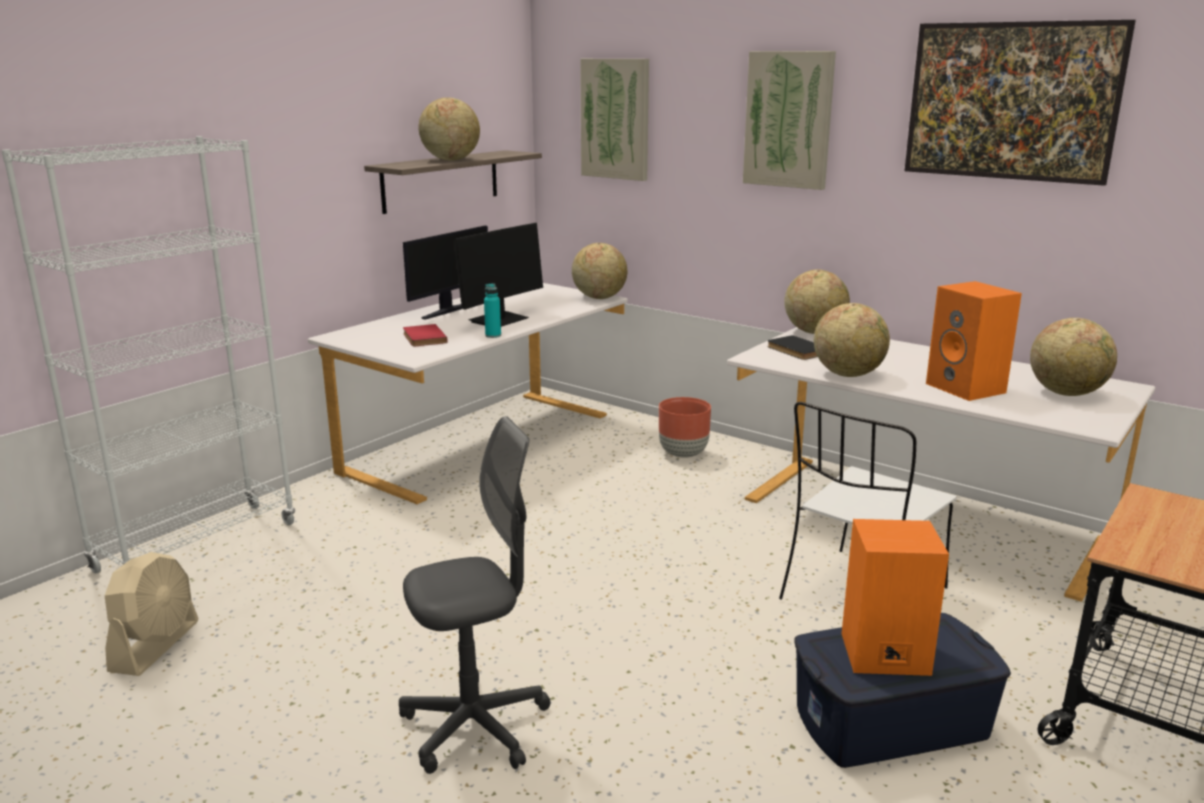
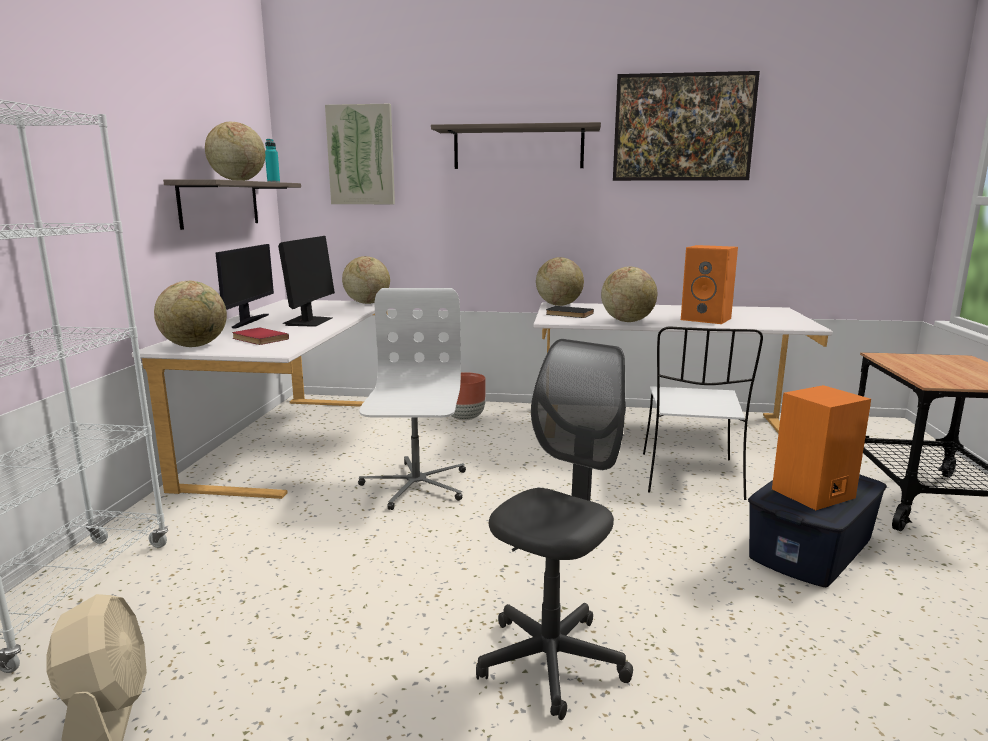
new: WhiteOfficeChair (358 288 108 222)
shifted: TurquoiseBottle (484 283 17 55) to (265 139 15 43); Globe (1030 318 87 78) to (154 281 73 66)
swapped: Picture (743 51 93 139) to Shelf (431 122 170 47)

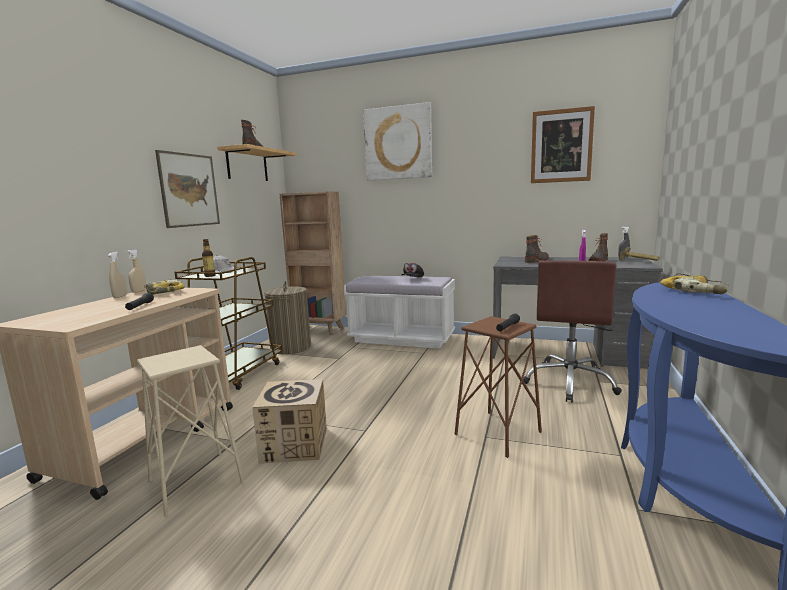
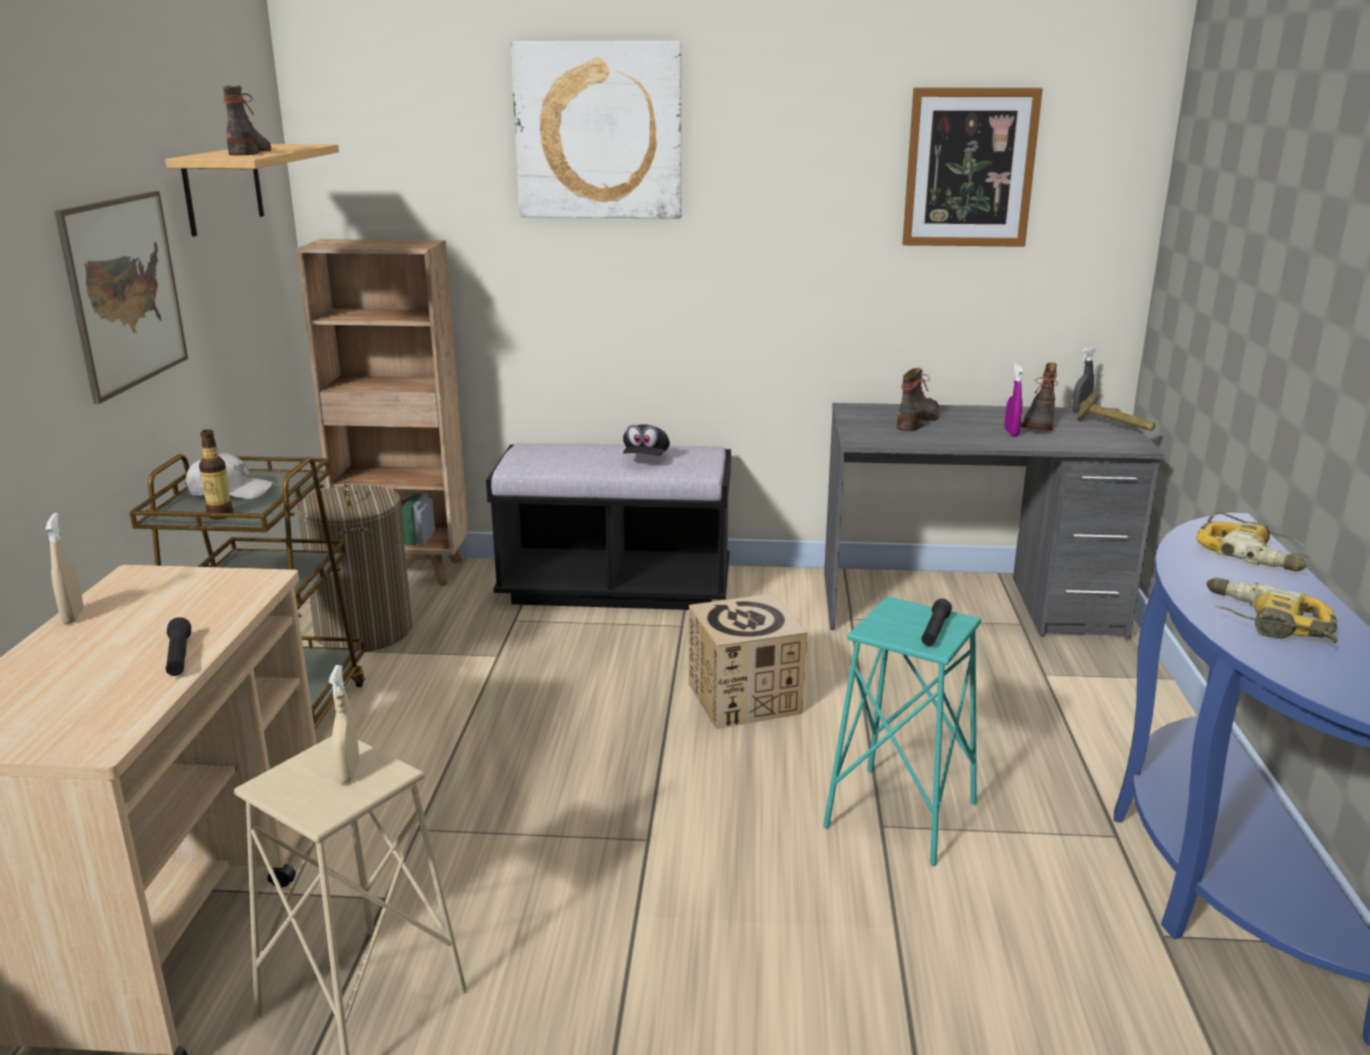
gone: BrownOfficeChair (523 260 99 142)
shifted: BeigeSprayBottle (126 249 20 44) to (329 665 30 118); PowerDrill (144 279 41 16) to (1206 578 131 65); CardboardBox (252 379 75 85) to (689 594 119 135)
repainted: WhiteBench (344 276 111 73) to BlackBench (486 443 245 167); BrownStool (454 316 88 142) to TurquoiseStool (823 596 158 270)

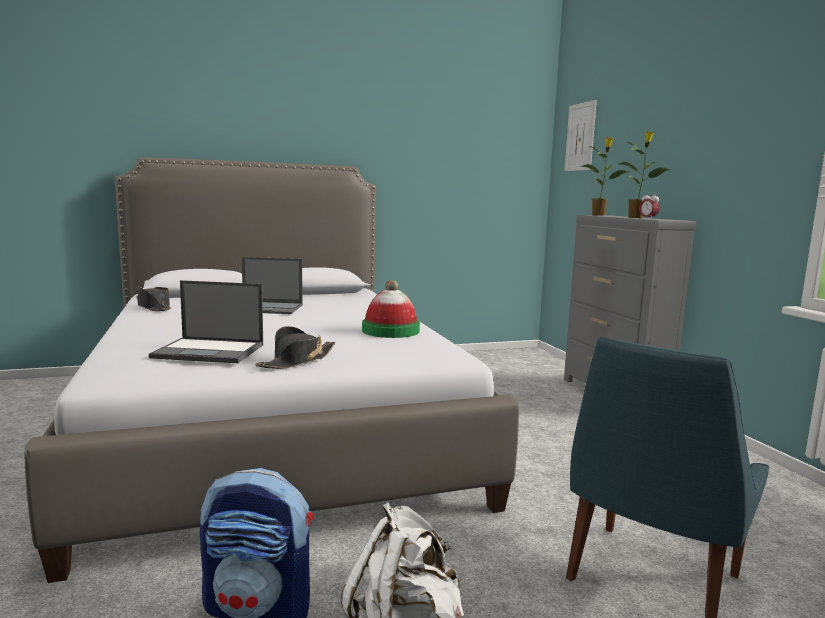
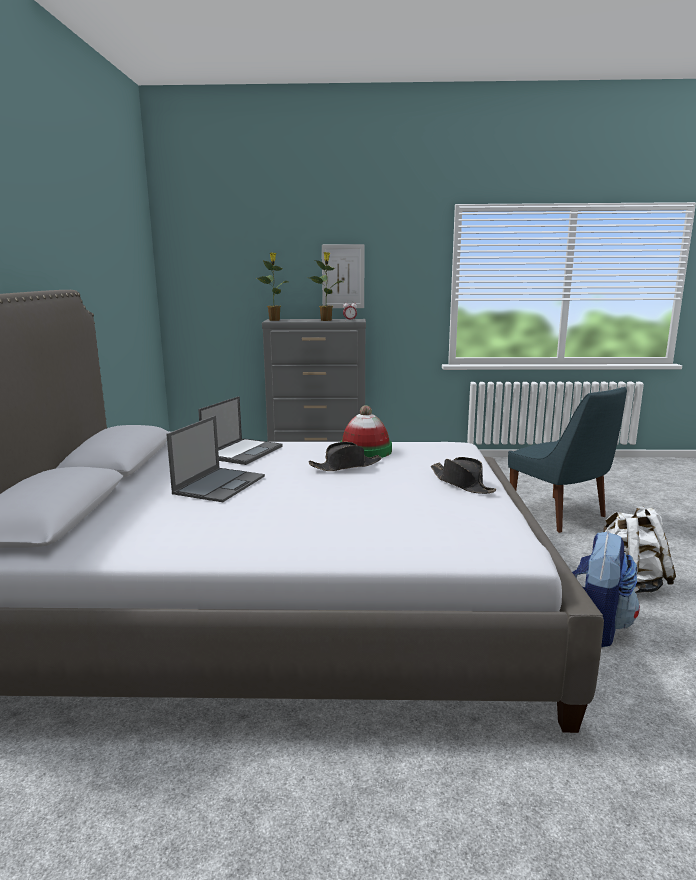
shifted: BlackHat (137 286 34 25) to (309 442 73 29); Laptop (149 280 114 83) to (198 396 85 69); Picture (564 100 33 71) to (322 244 42 64)

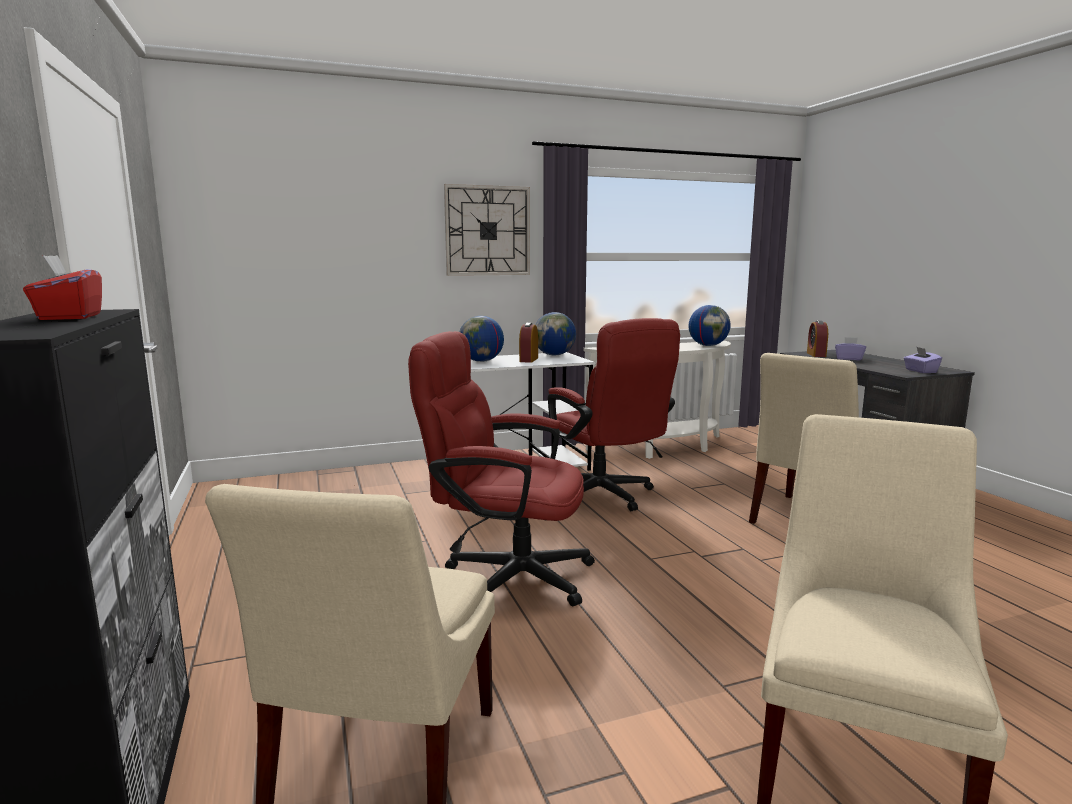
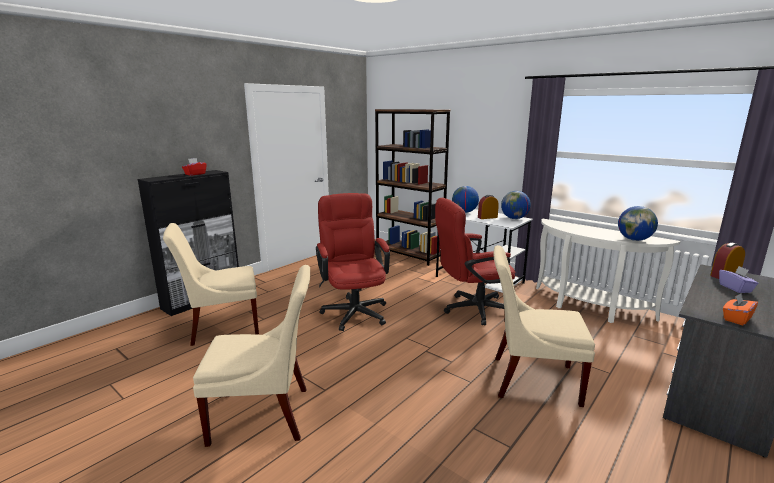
gone: WallClock (444 184 86 92)
new: BrownBookcase (375 109 76 157)
repainted: PurpleTissueBox (904 347 38 26) to OrangeTissueBox (723 293 35 32)
rotated: RedOfficeChair (548 318 132 193) = (435 198 81 127) 45 degrees clockwise

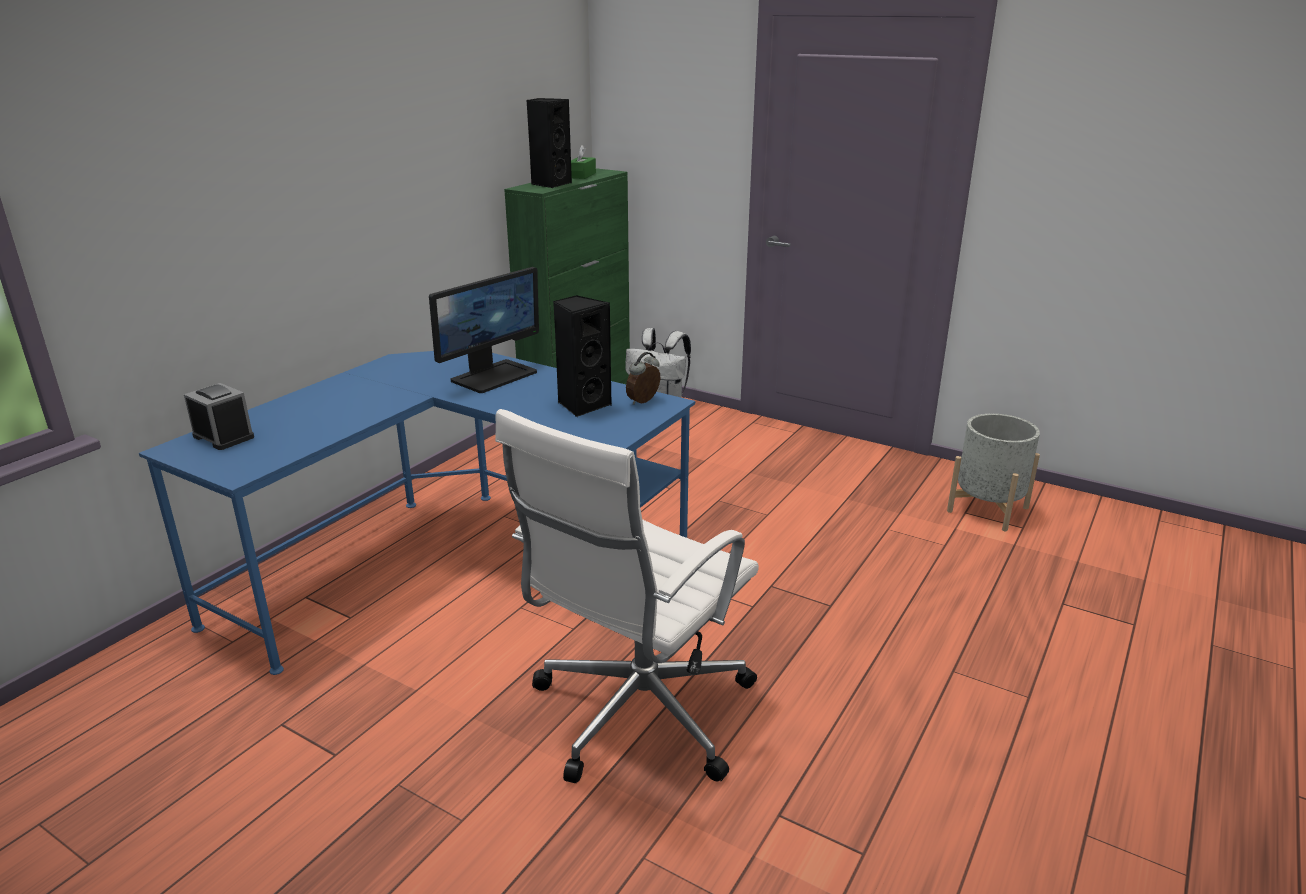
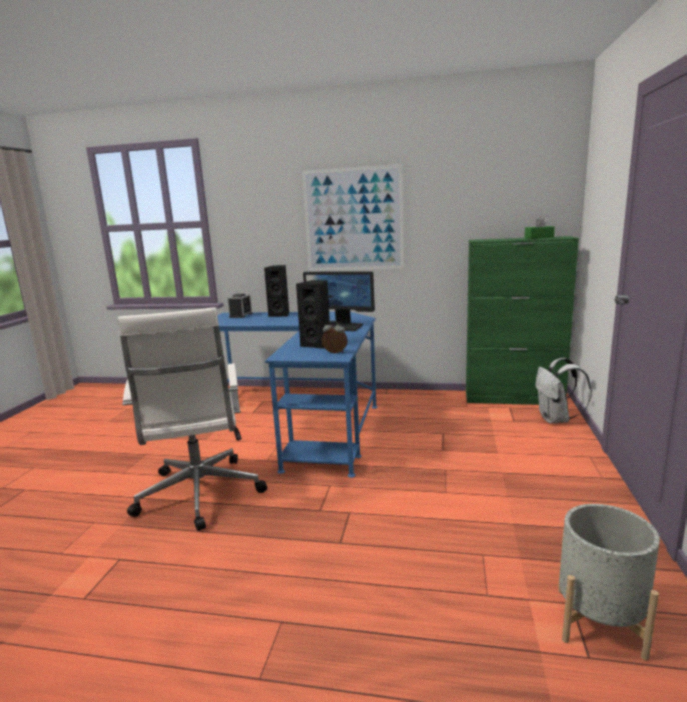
new: Picture (302 164 102 107)
shifted: BlackSpeaker (526 98 46 90) to (264 265 26 52)
rotated: WhiteOfficeChair (495 409 264 374) = (117 307 150 224) 120 degrees counterclockwise

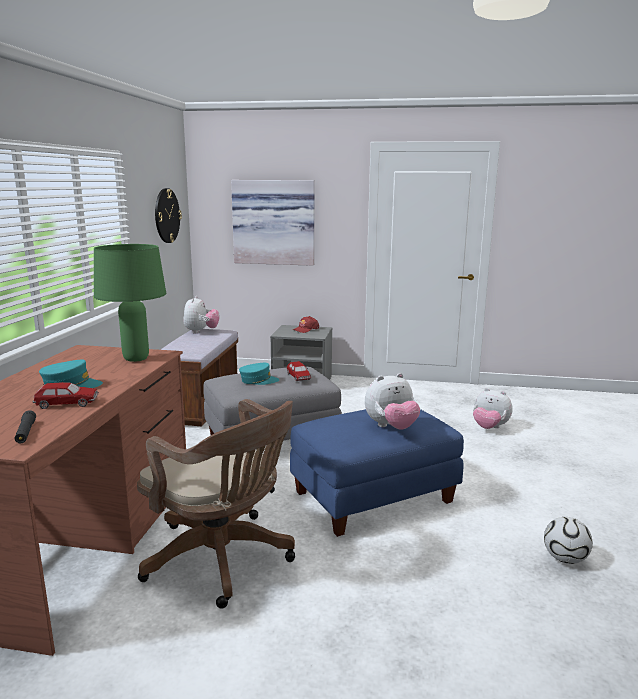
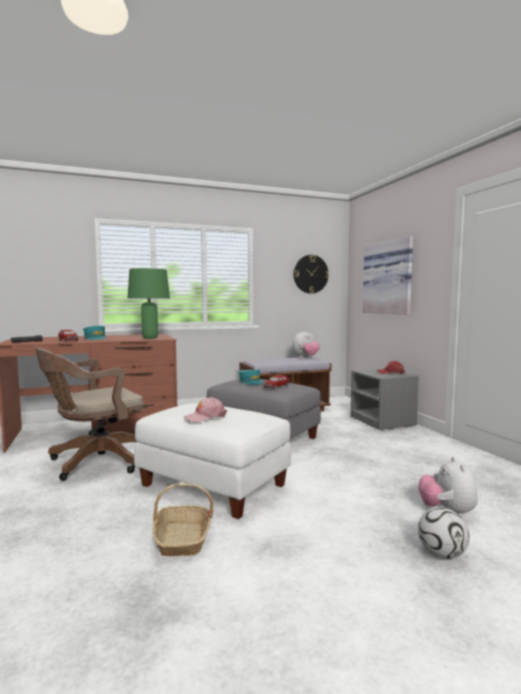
new: Basket (152 483 62 73)
shifted: Football (544 517 49 47) to (418 507 51 52)
swapped: PlushToy (365 373 55 57) to PinkCap (184 397 43 26)
repainted: BlueOttoman (290 409 174 128) to WhiteOttoman (134 403 157 116)
rotated: BrownOfficeChair (137 399 158 210) = (35 348 109 133) 45 degrees clockwise

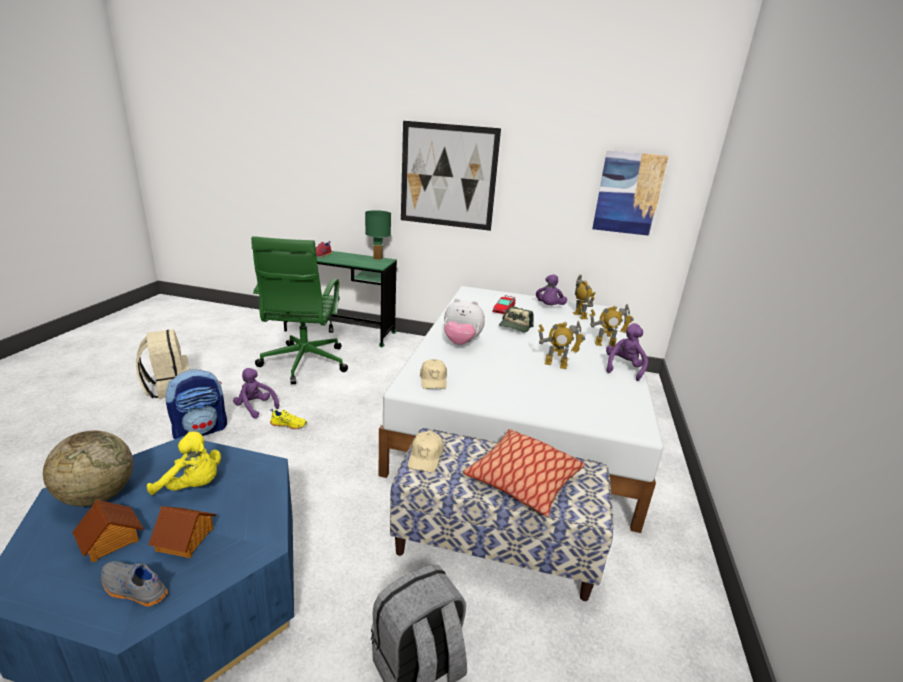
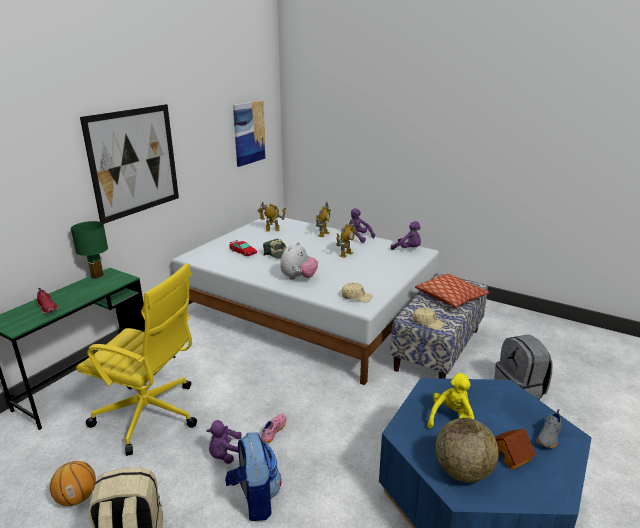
gone: ToyHouse (148 506 68 52)
new: Basketball (50 461 46 45)
shifted: PurplePlushToy (536 274 31 31) to (391 221 30 29)
repainted: GreenOfficeChair (251 236 97 149) to YellowOfficeChair (76 263 121 193); YellowShoe (270 409 37 21) to PinkShoe (261 414 25 29)

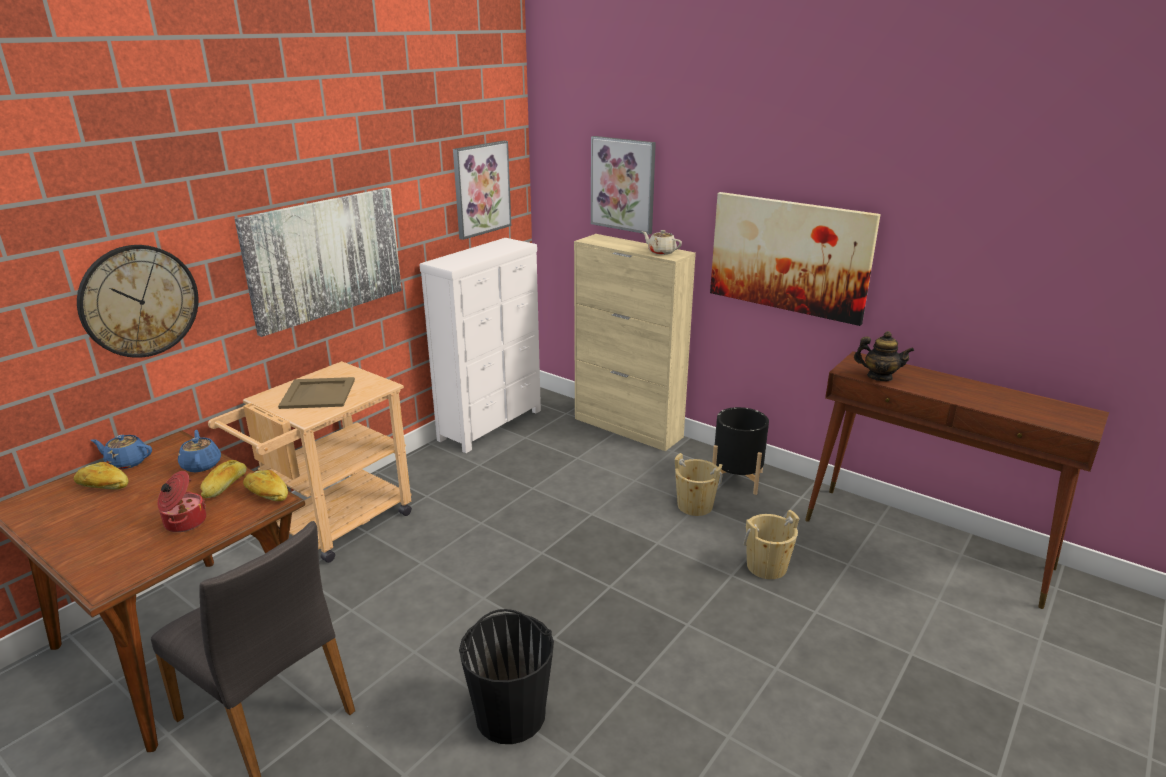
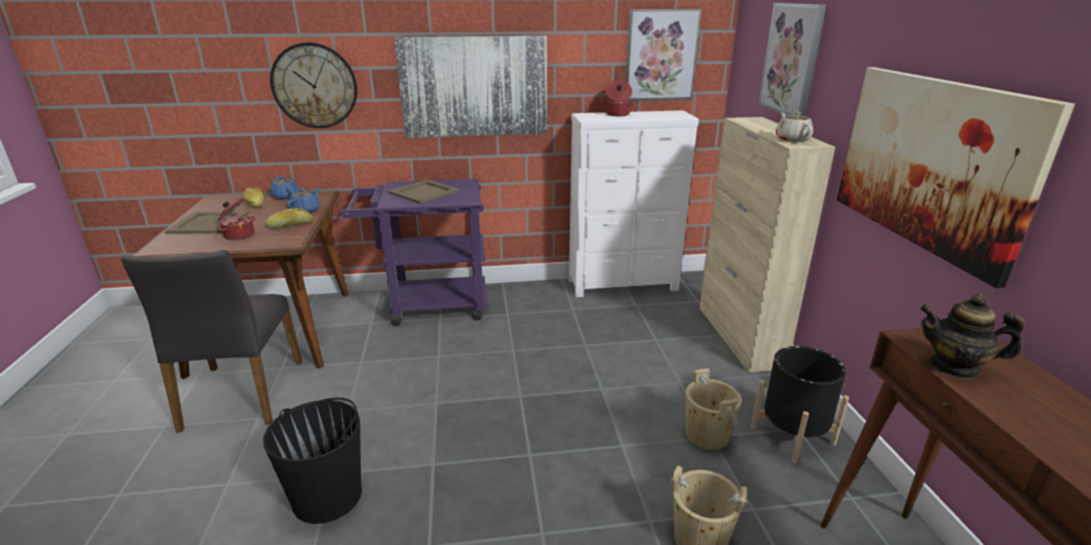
gone: Bread (243 470 45 31)
new: BeigeTray (165 211 84 23); CookingPot (602 80 33 36)
repainted: BeigeCart (208 361 204 202) to PurpleCart (340 179 147 147)
rotated: Teapot (854 331 60 50) = (920 294 105 85) 135 degrees clockwise

